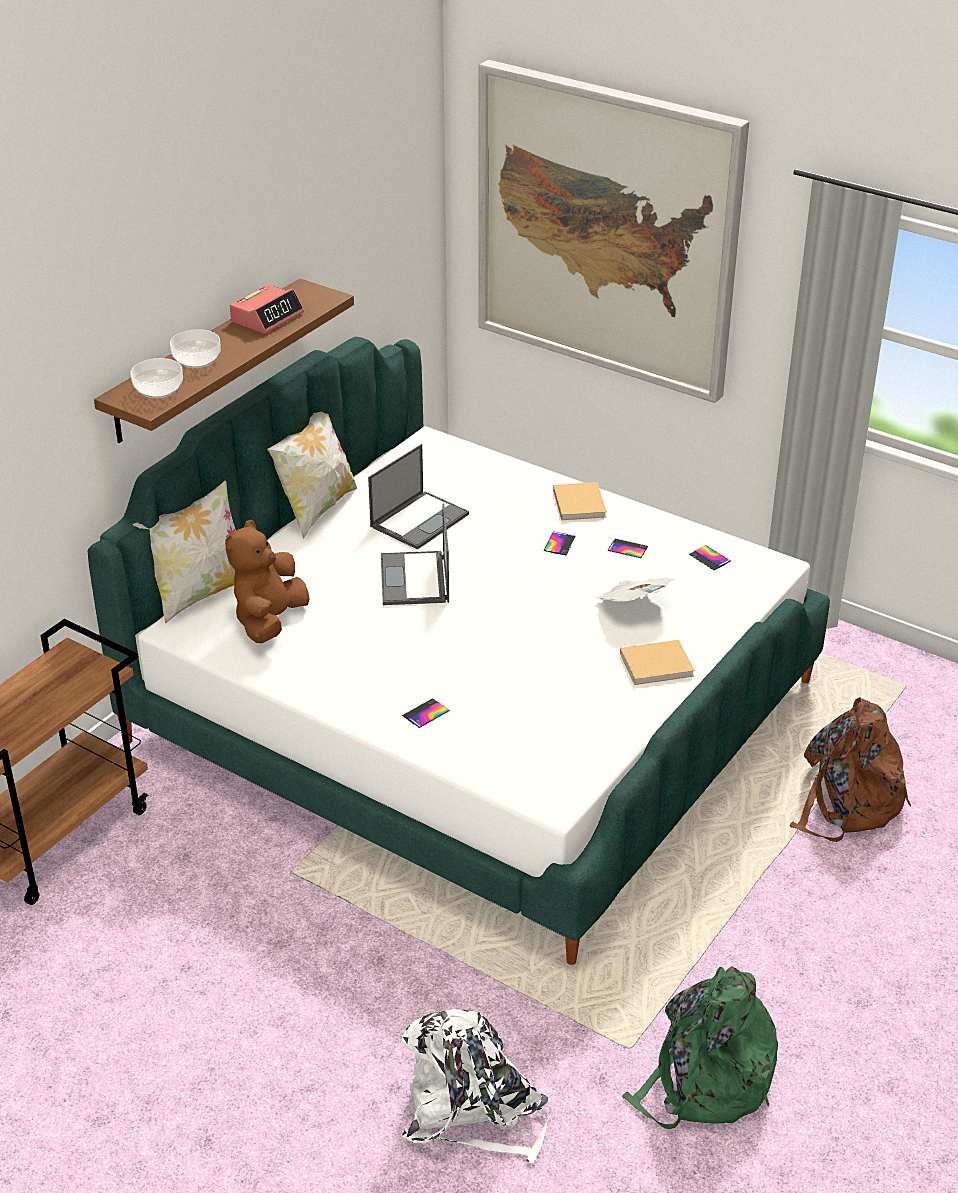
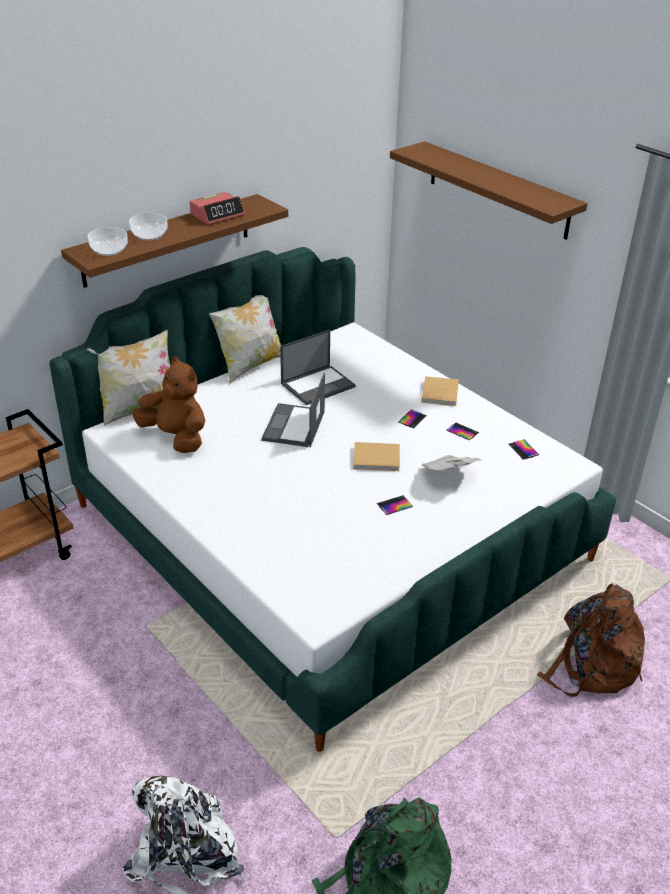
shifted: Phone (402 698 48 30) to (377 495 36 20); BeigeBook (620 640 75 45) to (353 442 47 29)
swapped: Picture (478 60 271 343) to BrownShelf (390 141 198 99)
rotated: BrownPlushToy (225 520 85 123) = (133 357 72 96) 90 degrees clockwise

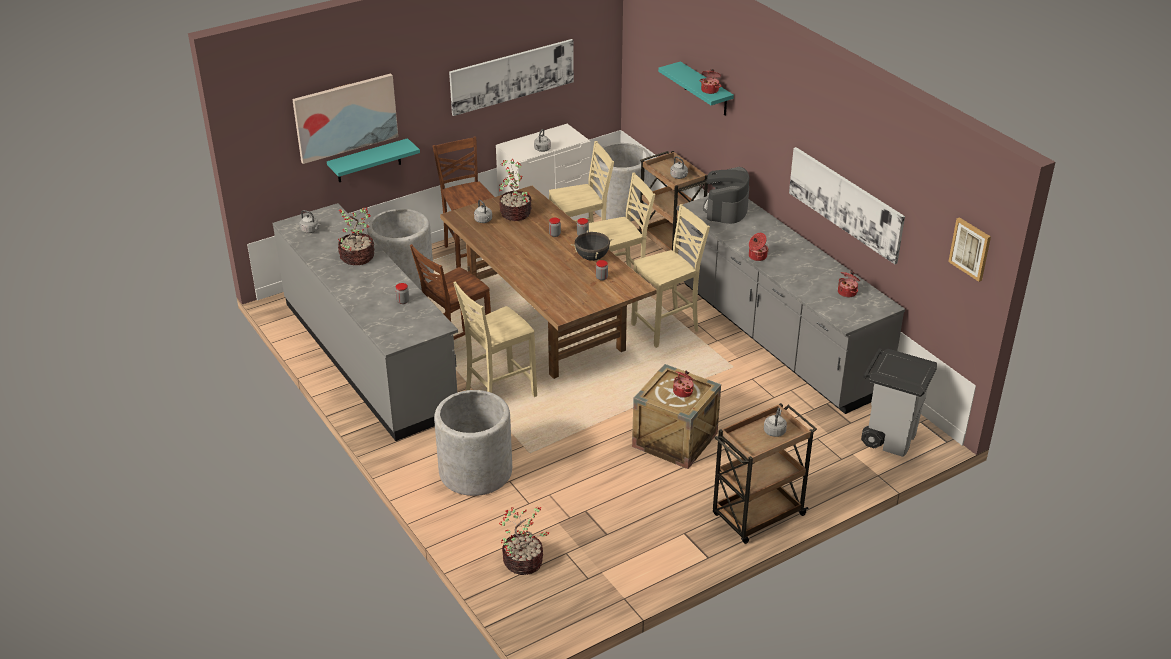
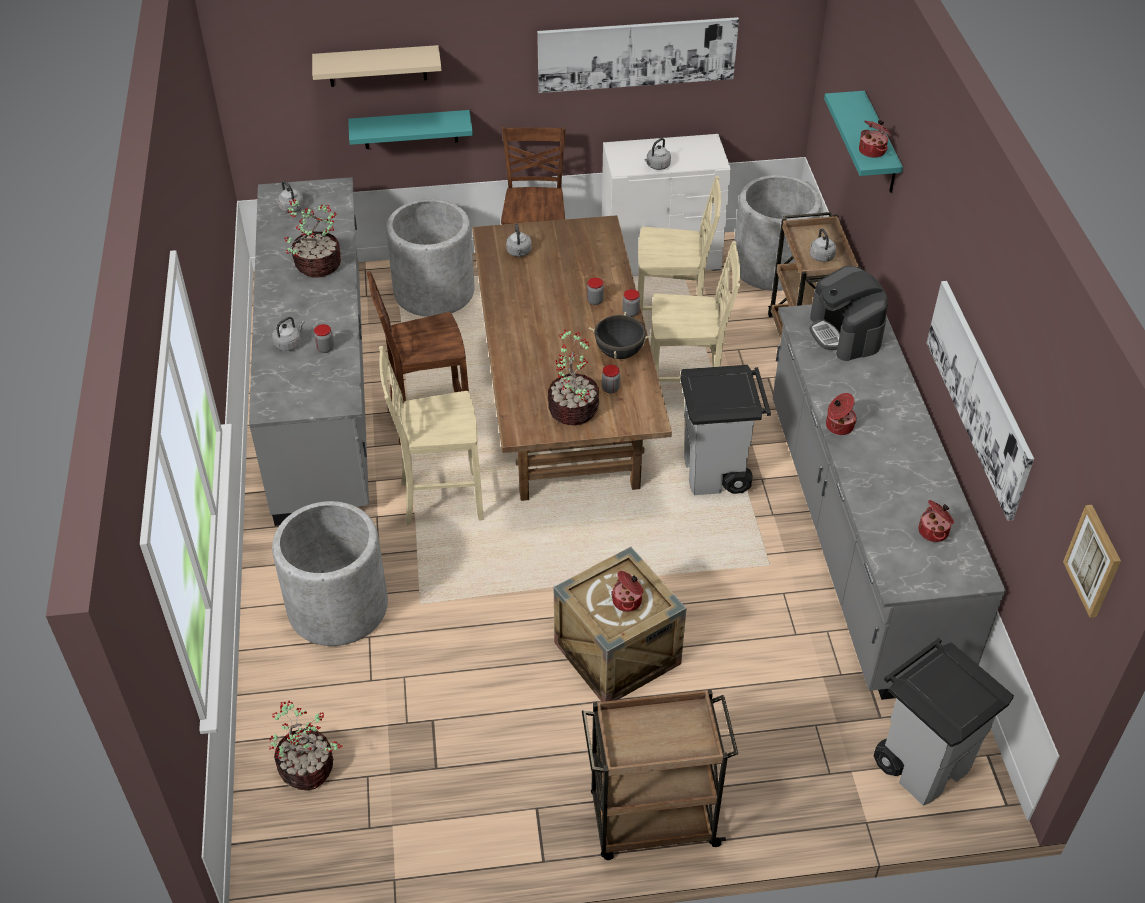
shifted: PottedPlant (499 159 33 62) to (548 329 51 97); GreyKettle (764 408 23 29) to (272 317 32 34)
swapped: Picture (292 73 106 91) to BeigeShelf (312 45 129 42); BeigeChair (631 204 79 144) to GreyTrashCan (680 365 91 130)
rotated: CoffeeMachine (703 167 46 57) = (809 266 79 95) 60 degrees counterclockwise

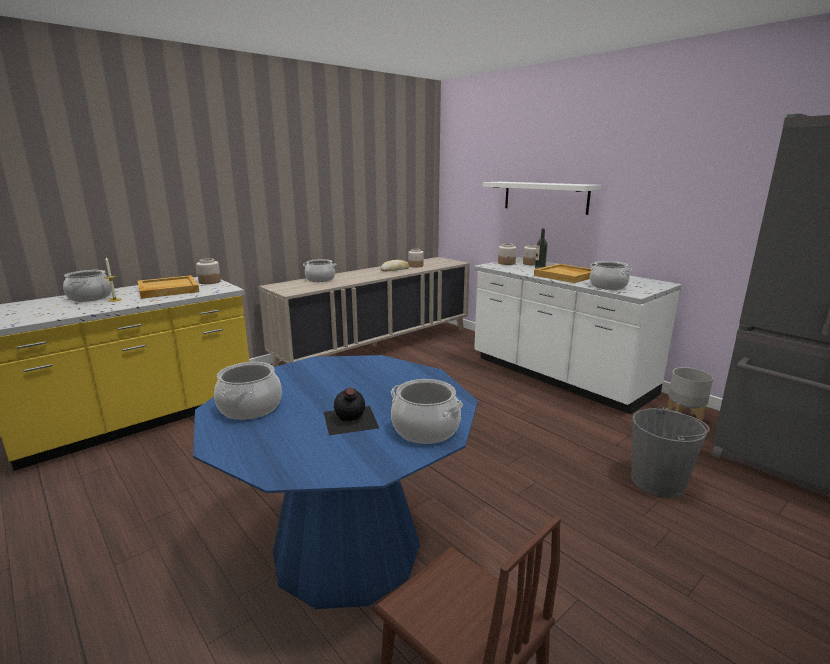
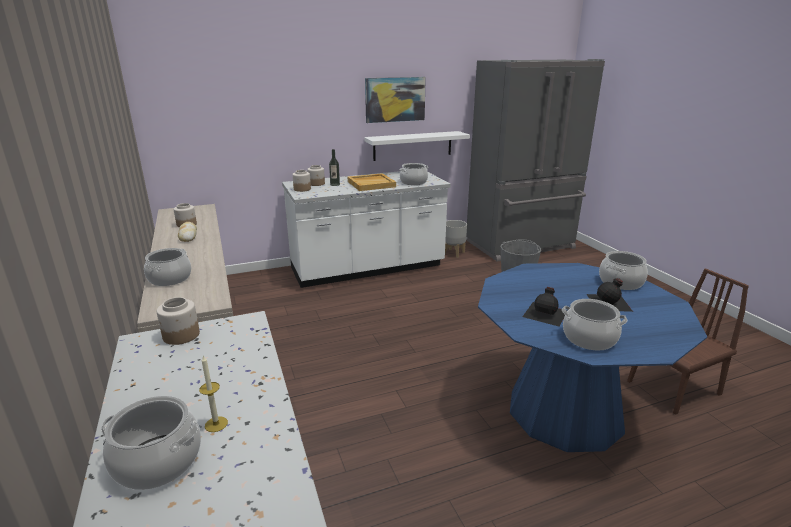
gone: BeigeTray (138 275 61 24)
new: Picture (365 77 61 46); BlackBottle (522 287 45 39)
shifted: WhiteShelf (483 182 119 33) to (364 131 106 30)

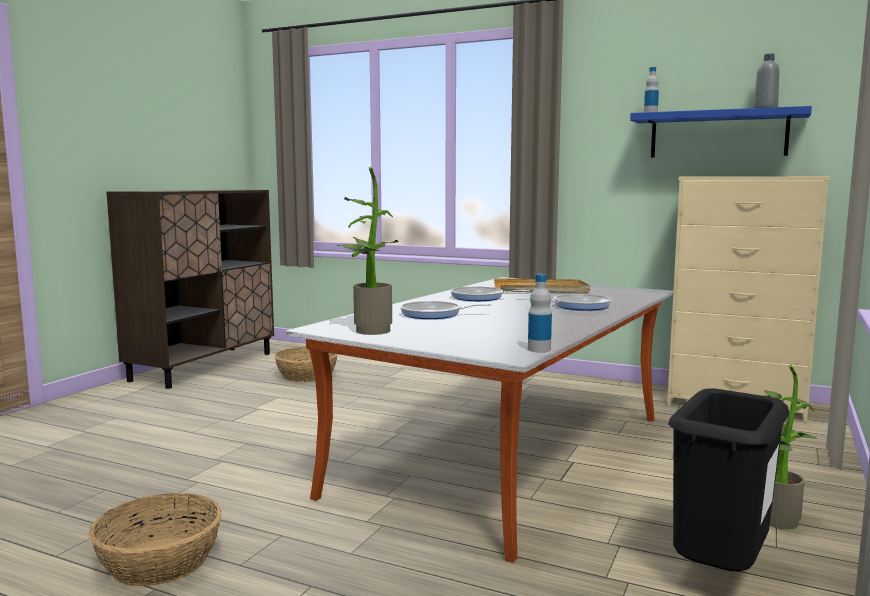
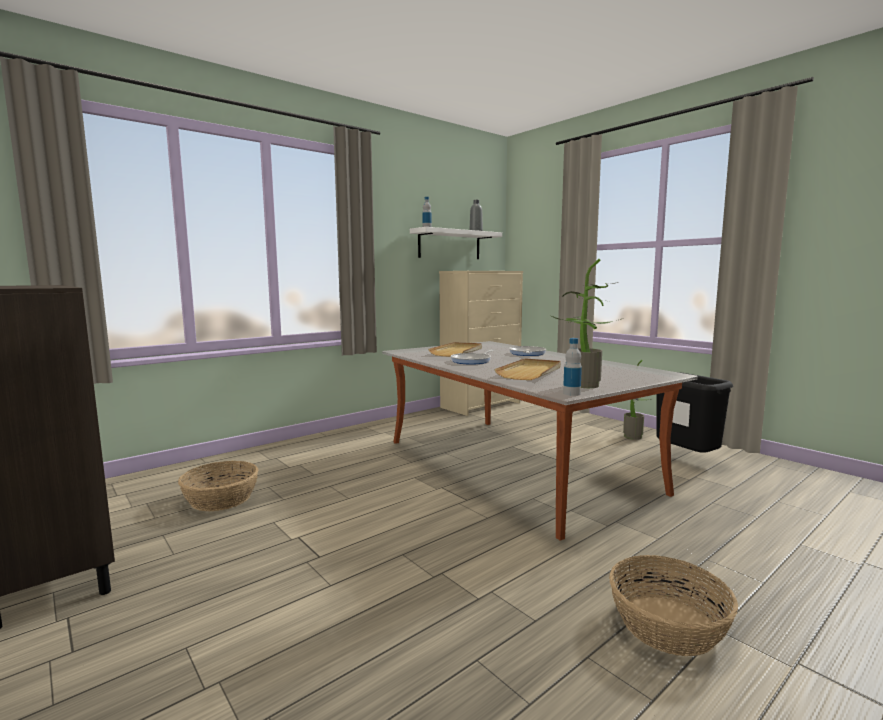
shifted: Bottle (528 274 24 78) to (563 338 19 58)
swapped: FryingPan (400 301 92 18) to BeigeTray (494 358 67 22)
repainted: BlueShelf (630 106 182 51) to WhiteShelf (410 227 92 32)

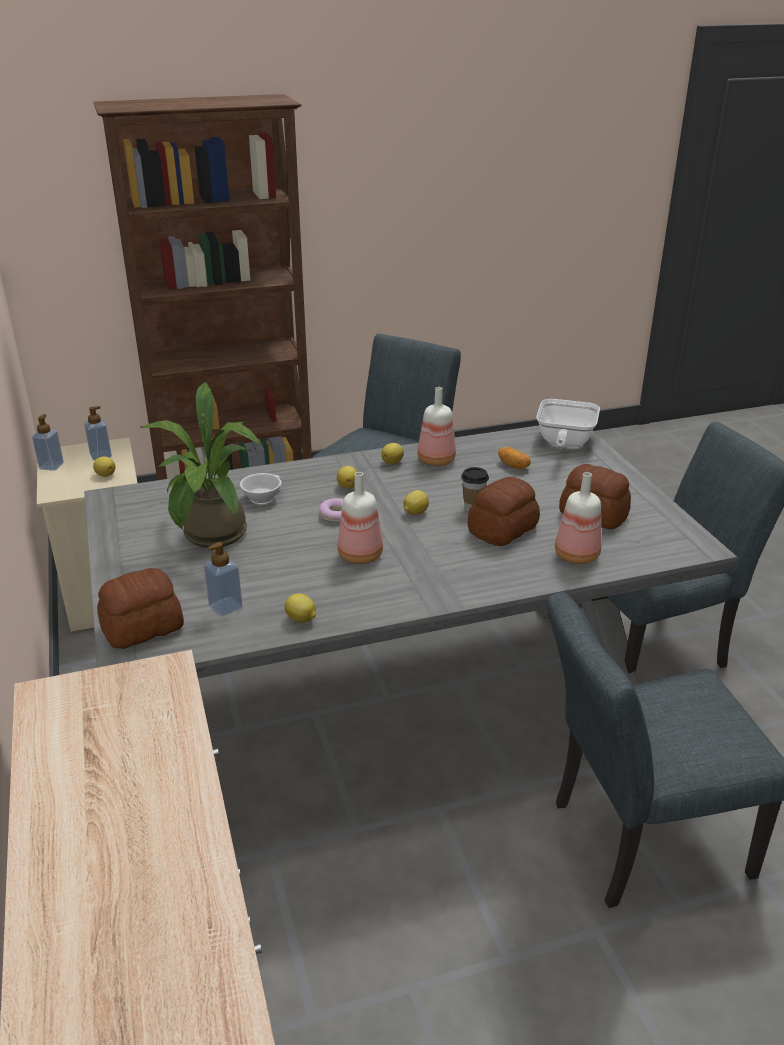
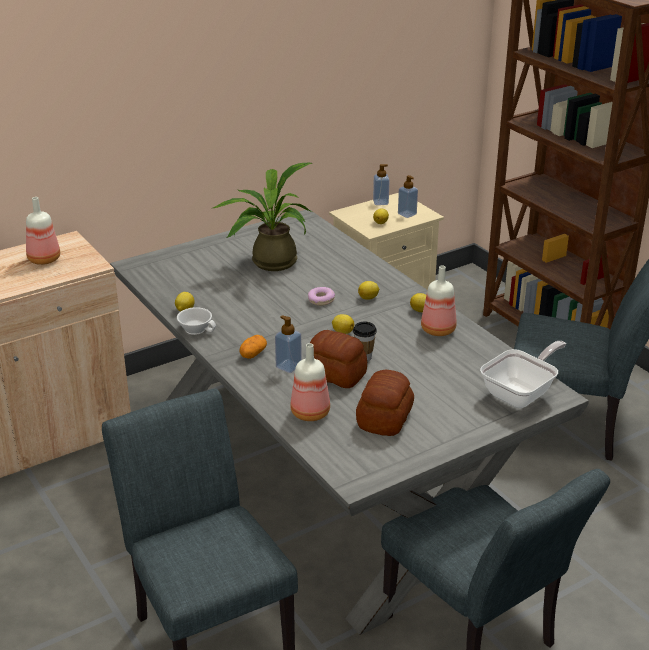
gone: Bread (97 568 87 81)
shifted: SoapDispenser (204 542 39 75) to (275 315 27 58); WhiteCup (240 473 43 31) to (177 307 39 28); Bottle (337 472 46 92) to (26 197 34 68); Potato (498 447 33 22) to (240 335 27 24)
rotated: FryingPan (536 399 64 50) = (480 341 86 67) 135 degrees clockwise

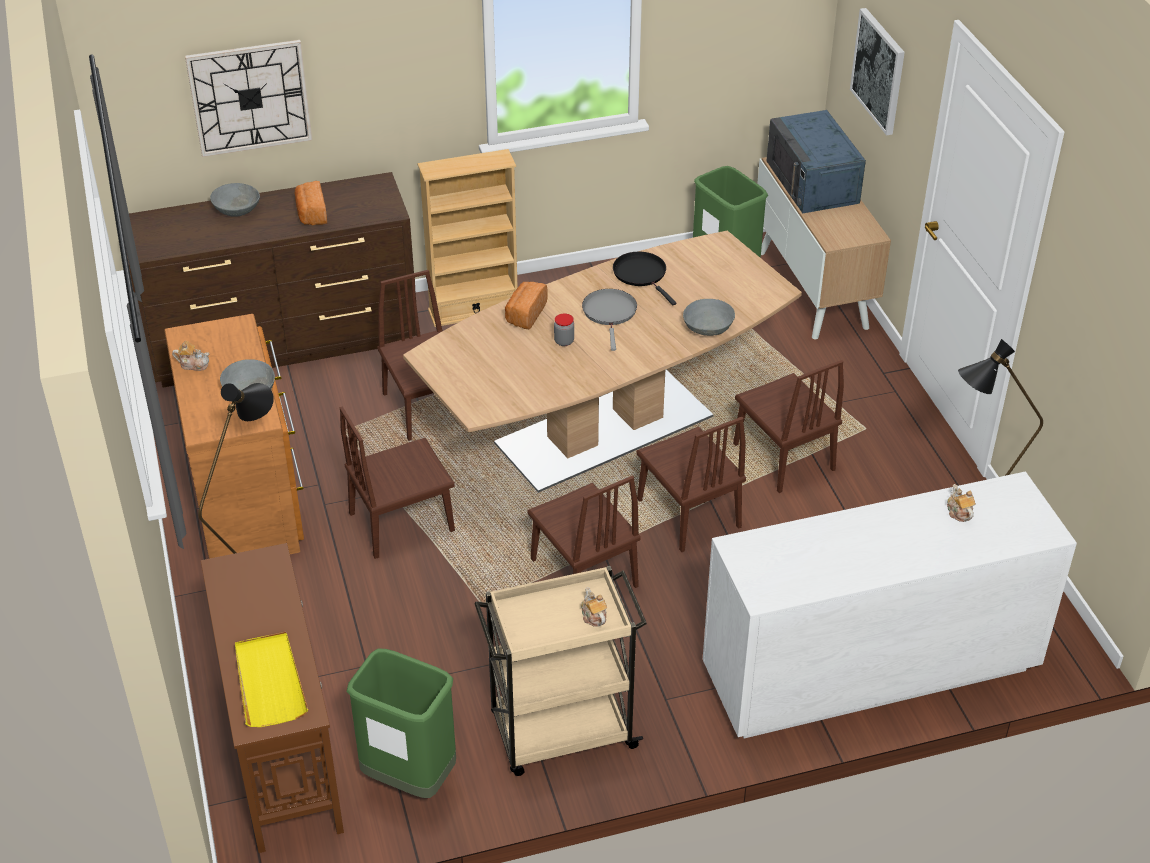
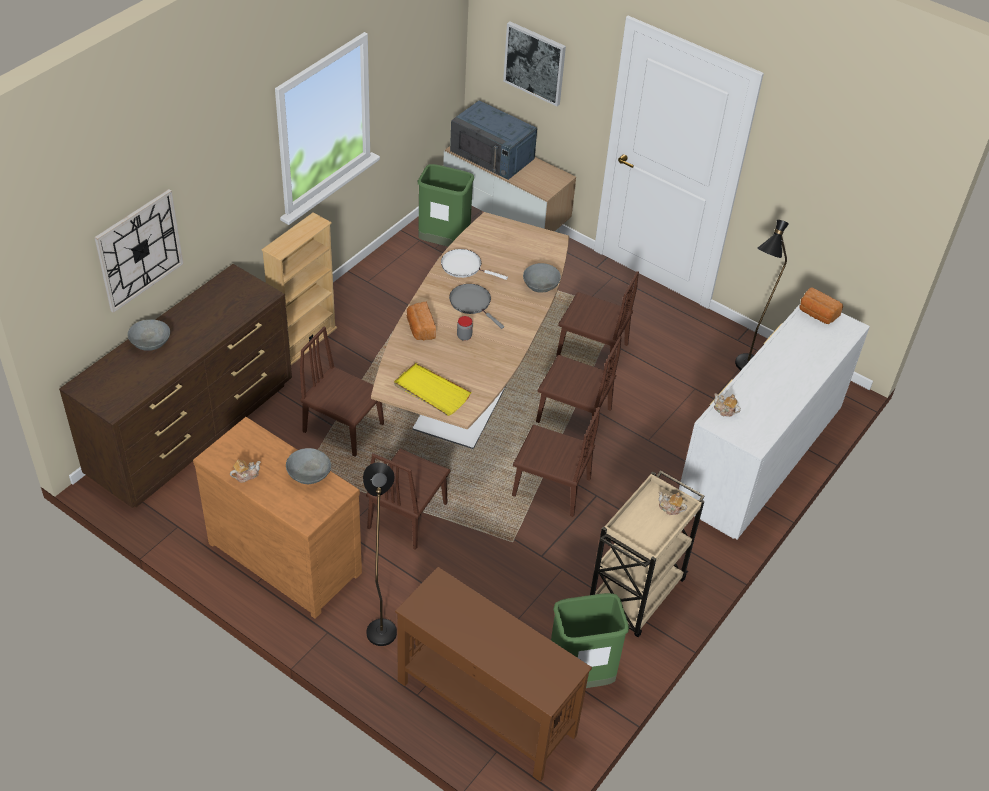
shifted: YellowTray (235 632 73 95) to (394 363 77 53); Bread (295 181 32 44) to (799 287 44 37); Teapot (947 484 29 38) to (714 394 27 23)
repainted: BlackFryingPan (613 252 63 53) to WhiteFryingPan (441 249 67 31)

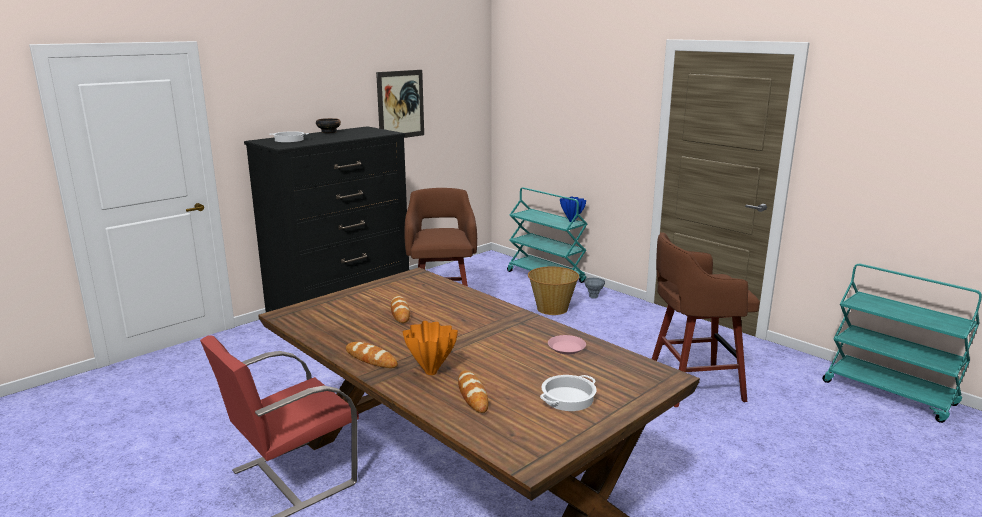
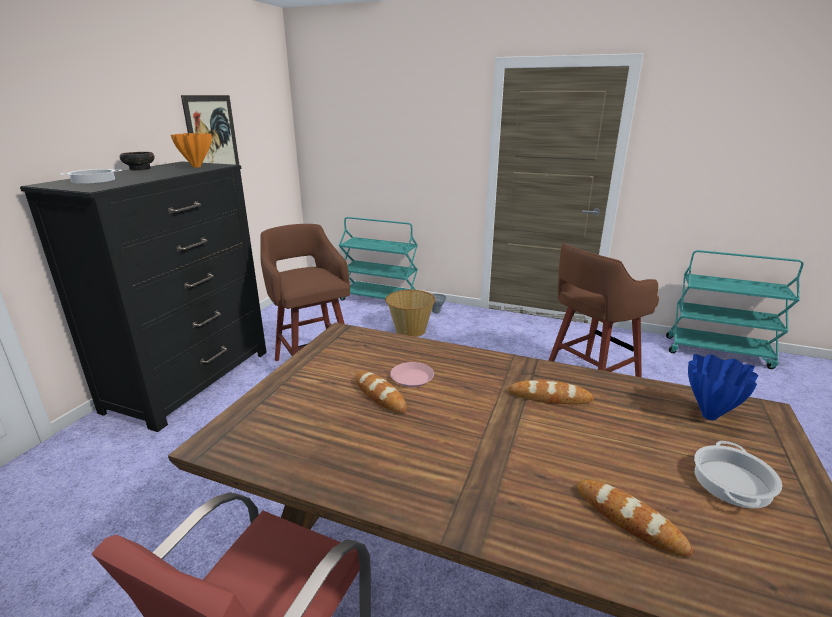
shifted: Bread (346 342 52 26) to (508 380 86 24); OrangeVase (403 321 55 54) to (171 133 41 35); PinkPlate (548 335 38 19) to (390 362 44 25); BlueVase (560 196 26 26) to (688 354 70 66)

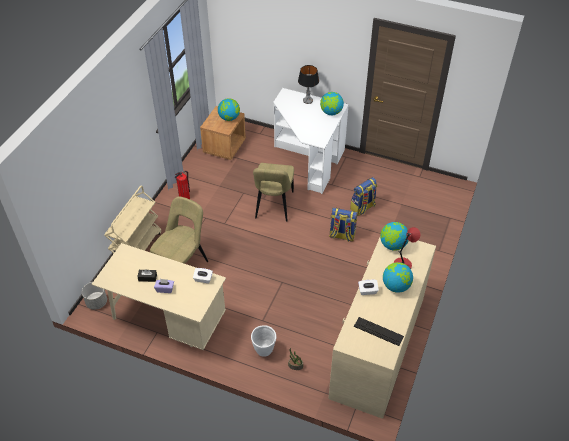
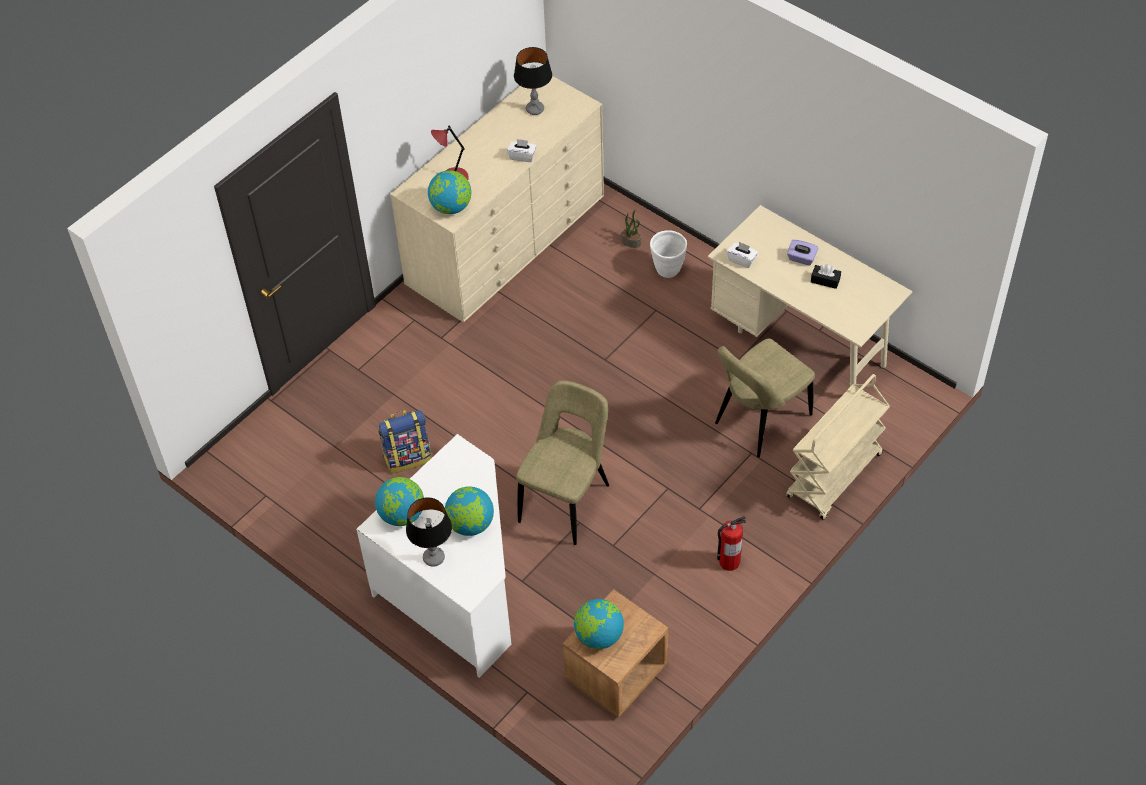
gone: GreyPlanter (82 282 25 28); Backpack (329 208 29 34)
shifted: Globe (383 262 30 31) to (445 486 49 50)
swapped: Keyboard (354 317 50 29) to TableLamp (514 47 38 68)

